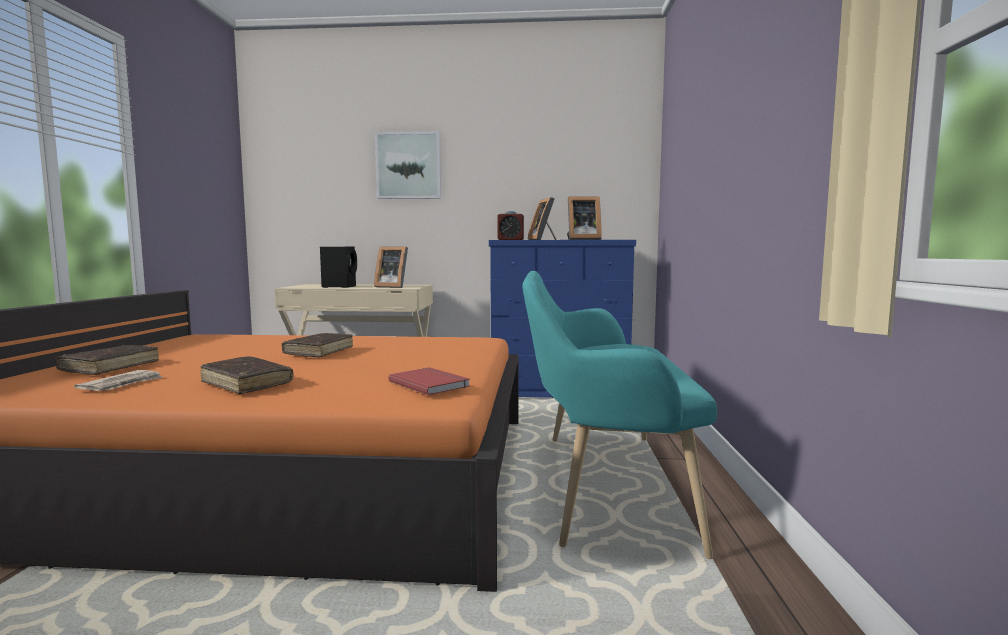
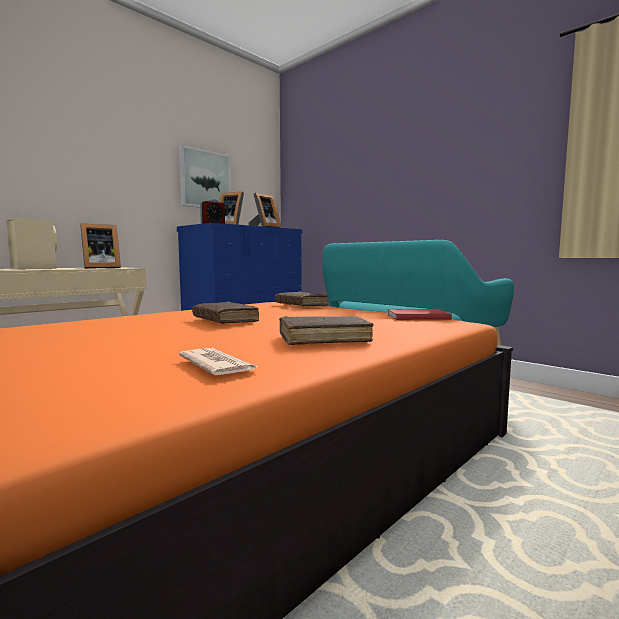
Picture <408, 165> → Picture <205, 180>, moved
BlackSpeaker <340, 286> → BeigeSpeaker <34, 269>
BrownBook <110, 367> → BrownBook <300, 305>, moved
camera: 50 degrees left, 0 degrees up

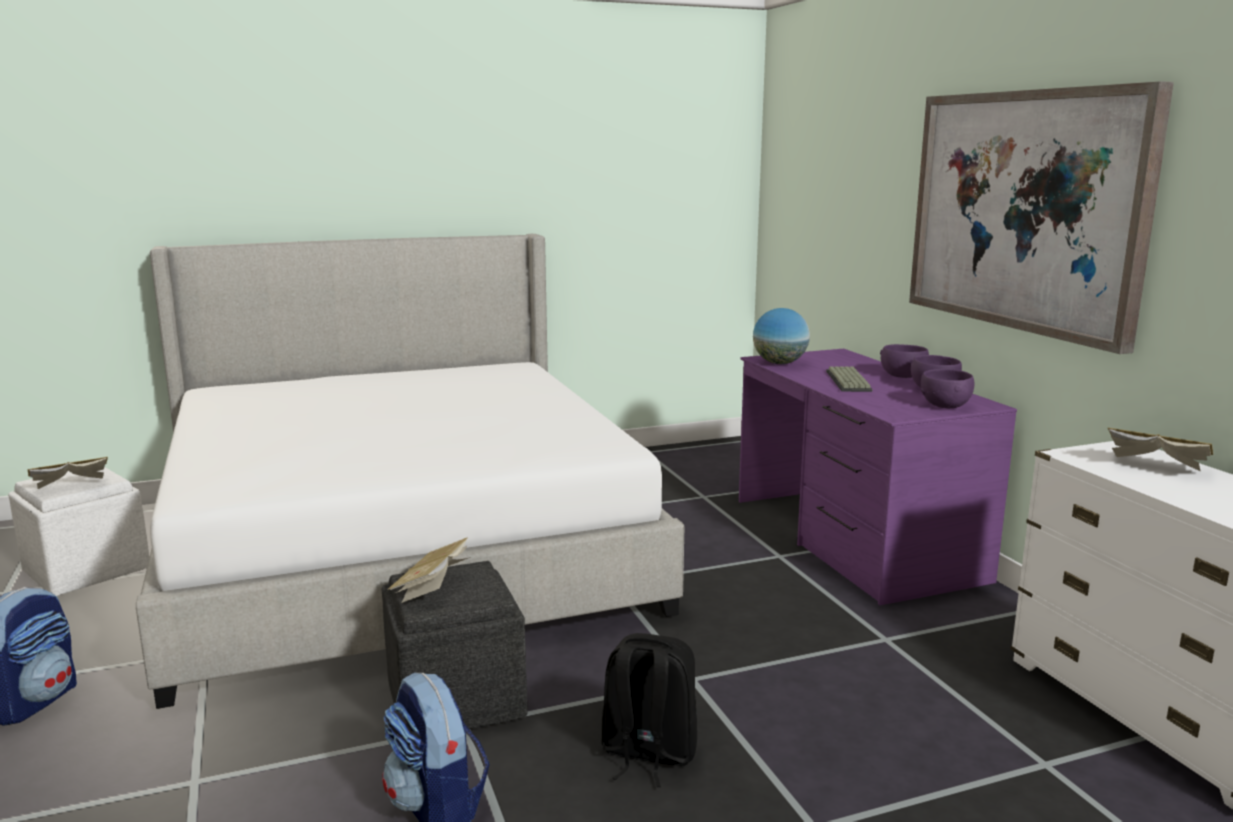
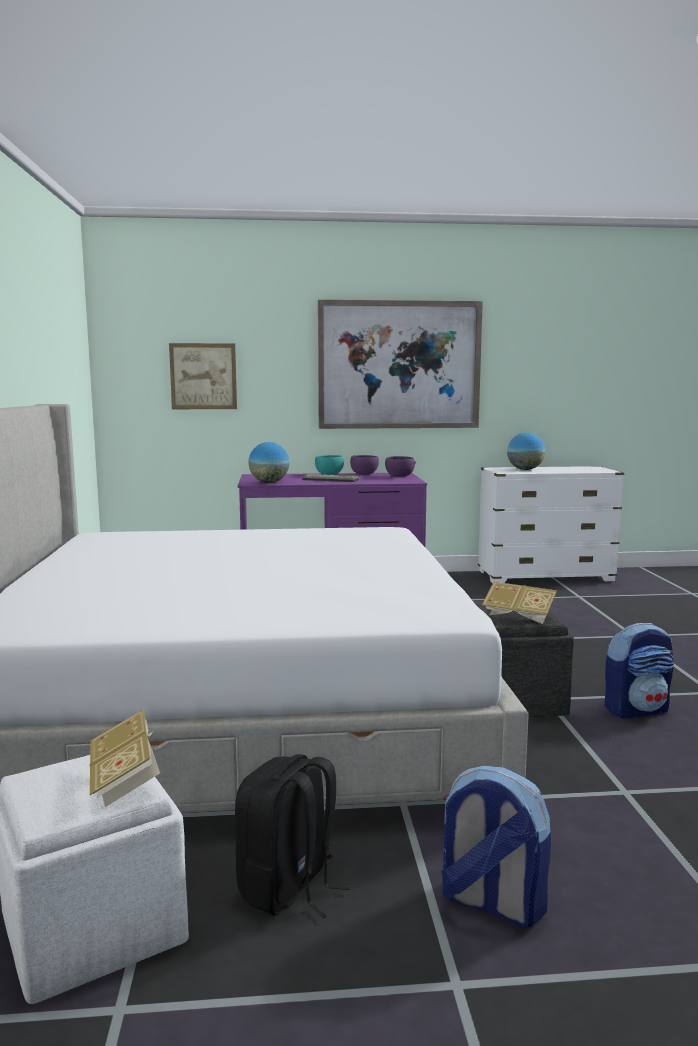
PurpleBowl <903, 376> → TurquoiseBowl <329, 474>
Book <1155, 468> → Globe <525, 469>
BlackBackpack <647, 754> → BlackBackpack <289, 889>, moved
- → Picture <203, 376>
camera: 75 degrees left, 5 degrees down

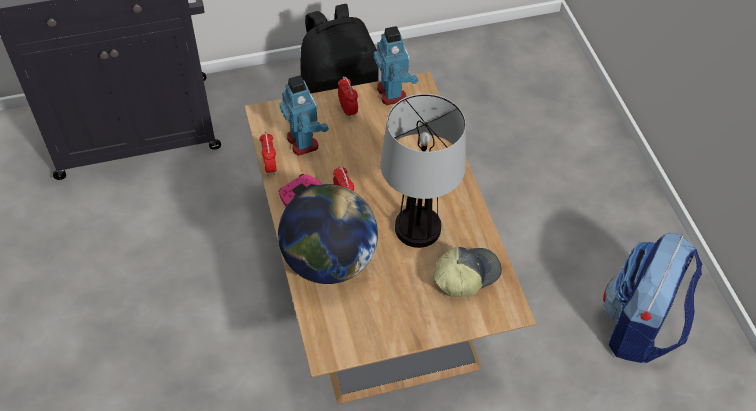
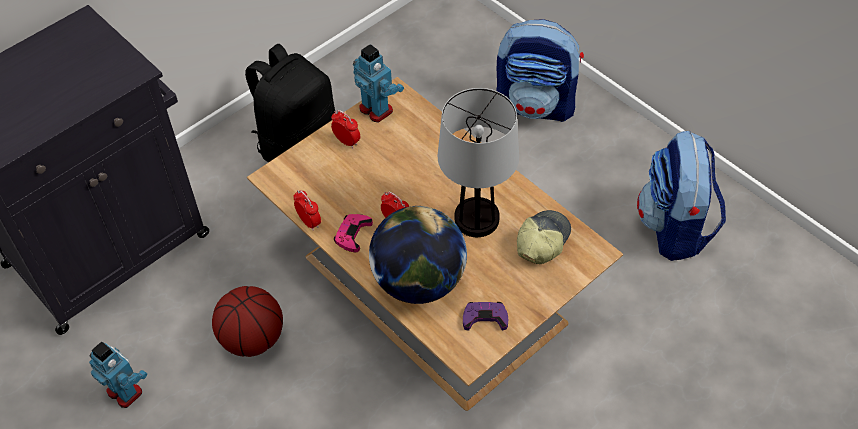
ToyRobot <303, 142> → ToyRobot <125, 391>, moved
- → Backpack <536, 105>
- → Basketball <252, 339>
- → PurpleGameController <485, 318>
camera: 25 degrees left, 0 degrees up

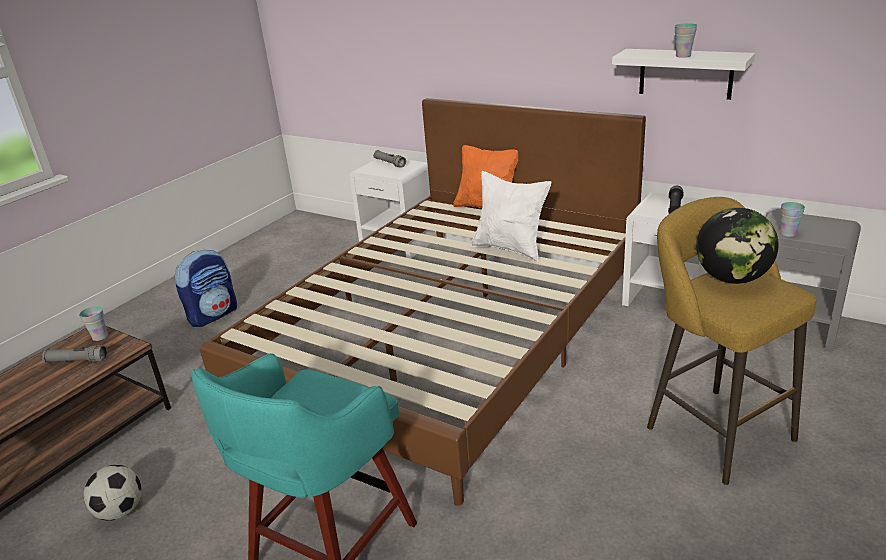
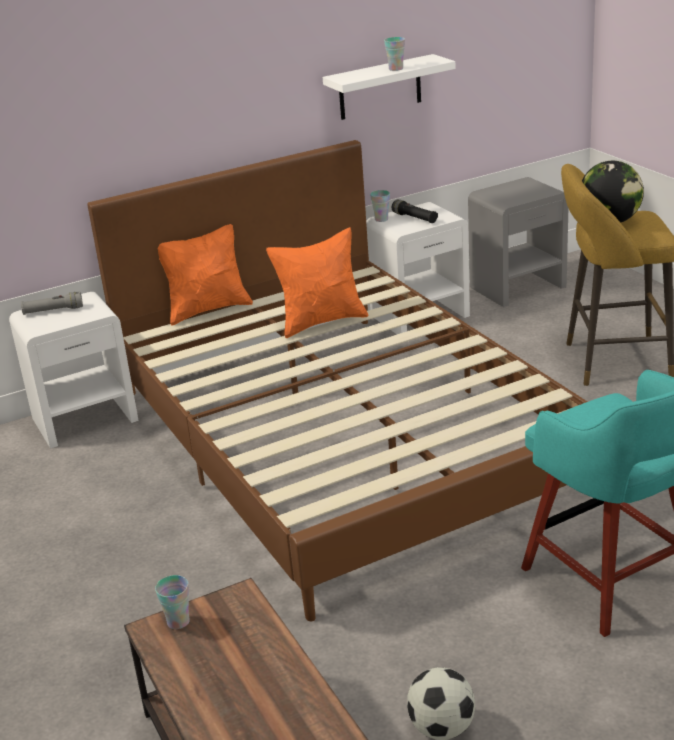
WhitePillow <510, 248> → OrangePillow <321, 321>
Cup <788, 234> → Cup <381, 219>, moved
Backpack <213, 315> → -
GreyFlashlight <77, 361> → -
camera: 60 degrees left, 0 degrees up

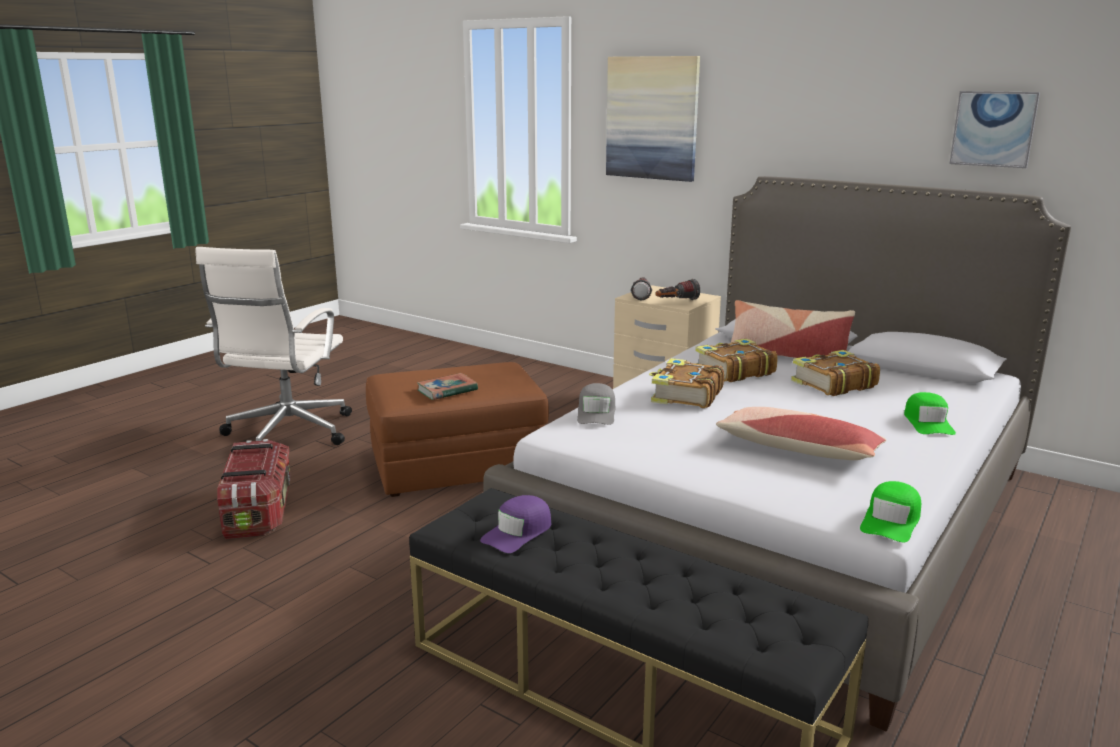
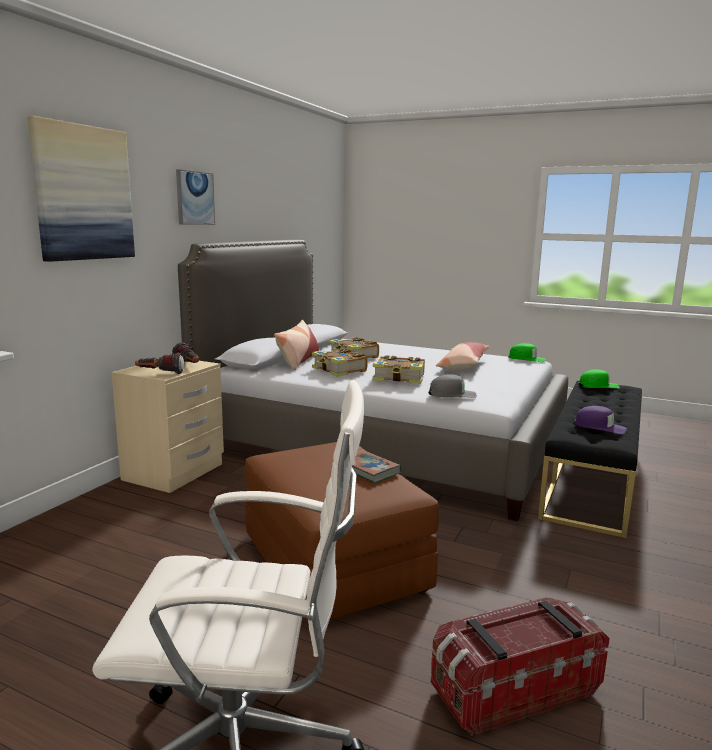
Picture <993, 129> → Picture <195, 198>, moved
GreenCap <928, 422> → GreenCap <598, 386>, moved
camera: 100 degrees left, 5 degrees down

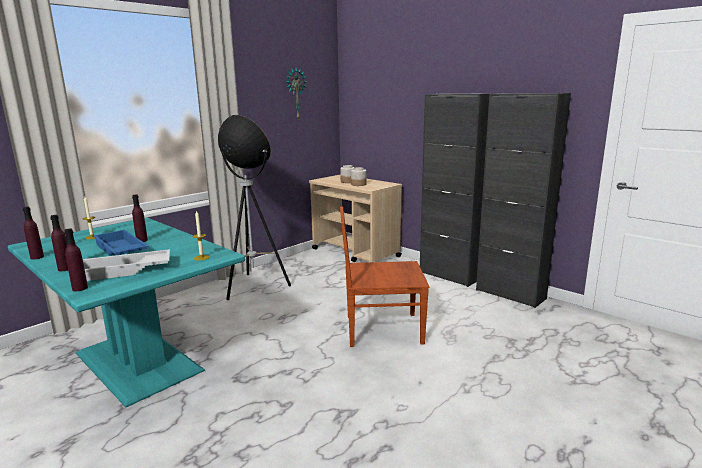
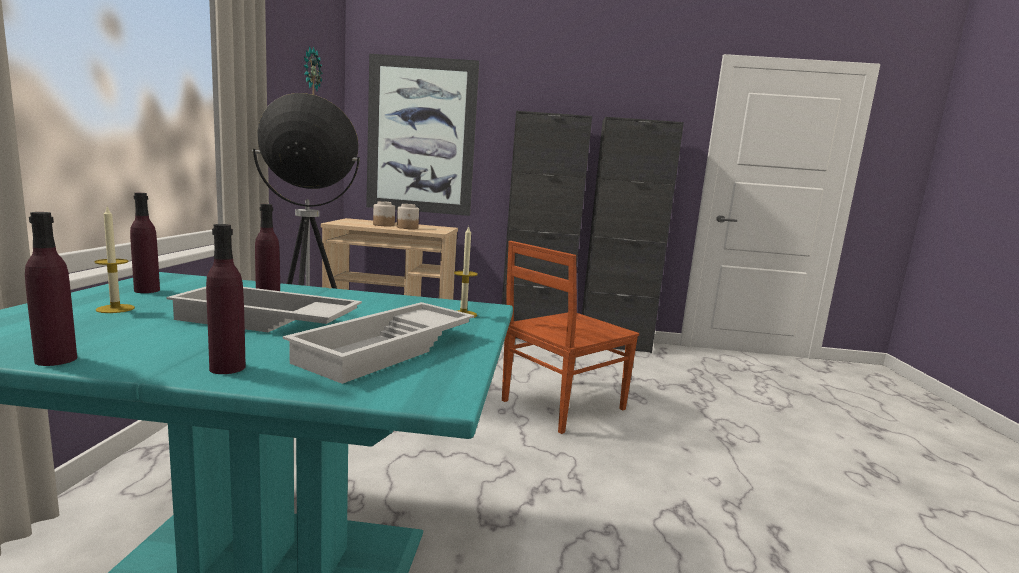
PurpleBottle <80, 288> → PurpleBottle <147, 290>, moved
BlueTray <119, 250> → WhiteTray <264, 321>
- → Picture <421, 136>
camera: 40 degrees left, 5 degrees down

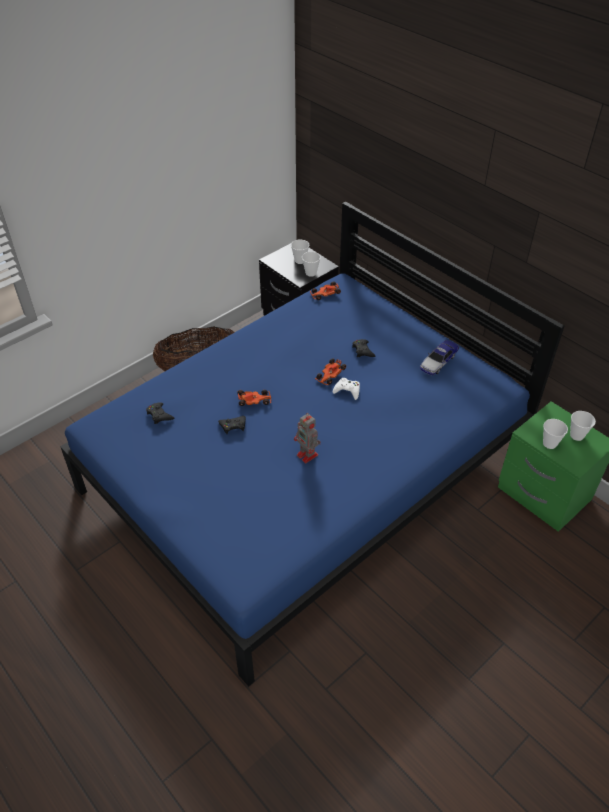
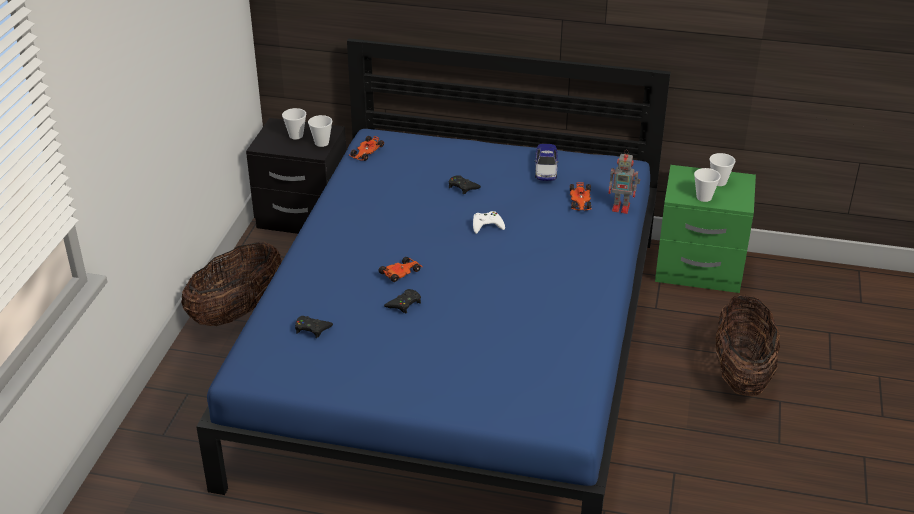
ToyCar <330, 375> → ToyCar <580, 201>, moved
ToyRobot <308, 455> → ToyRobot <622, 207>, moved
- → Basket <741, 374>
camera: 35 degrees left, 10 degrees down

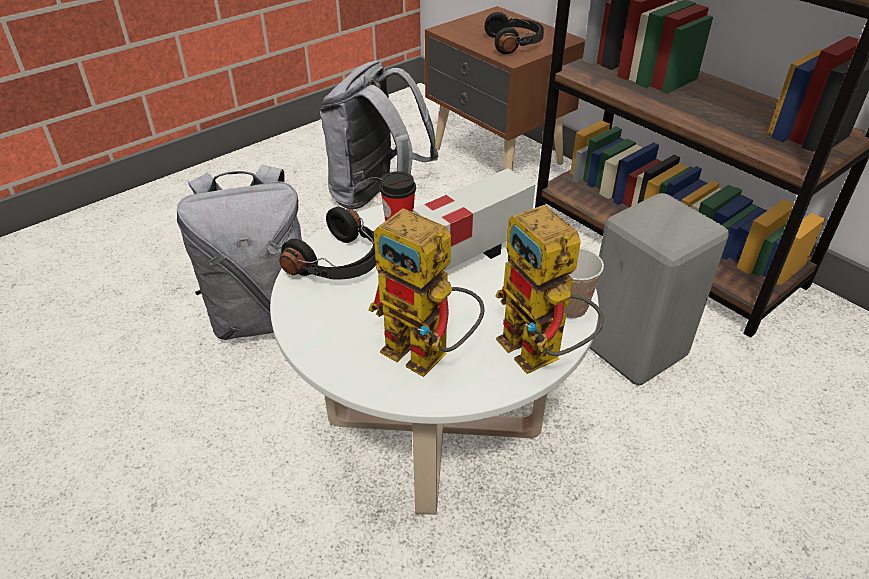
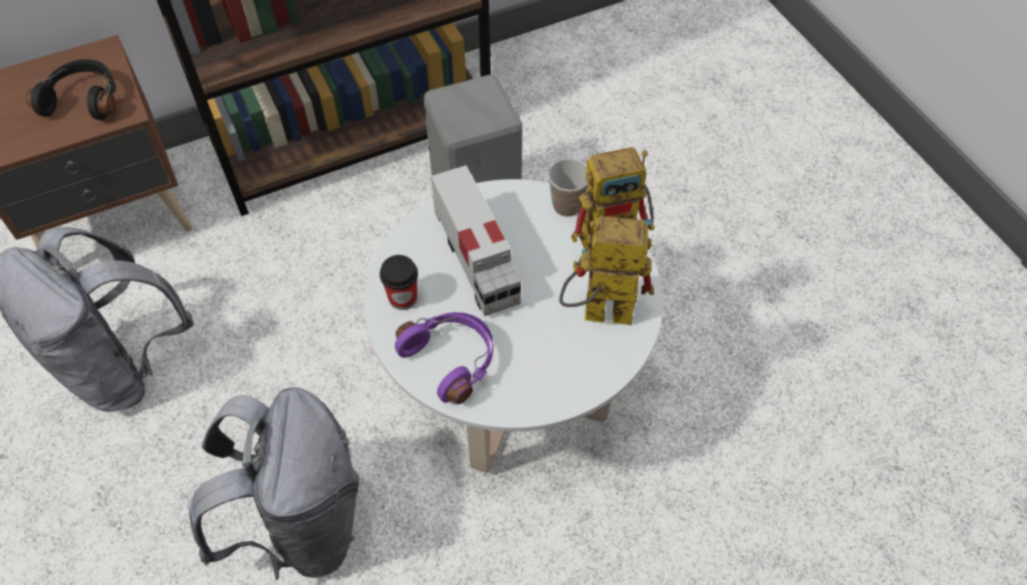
BlackHeadphones <339, 263> → PurpleHeadphones <452, 359>
ToyRobot <429, 355> → ToyRobot <596, 313>, 135 degrees counterclockwise
camera: 75 degrees left, 15 degrees up

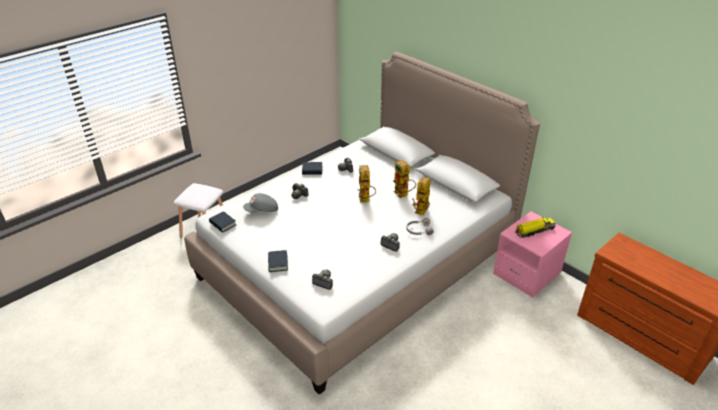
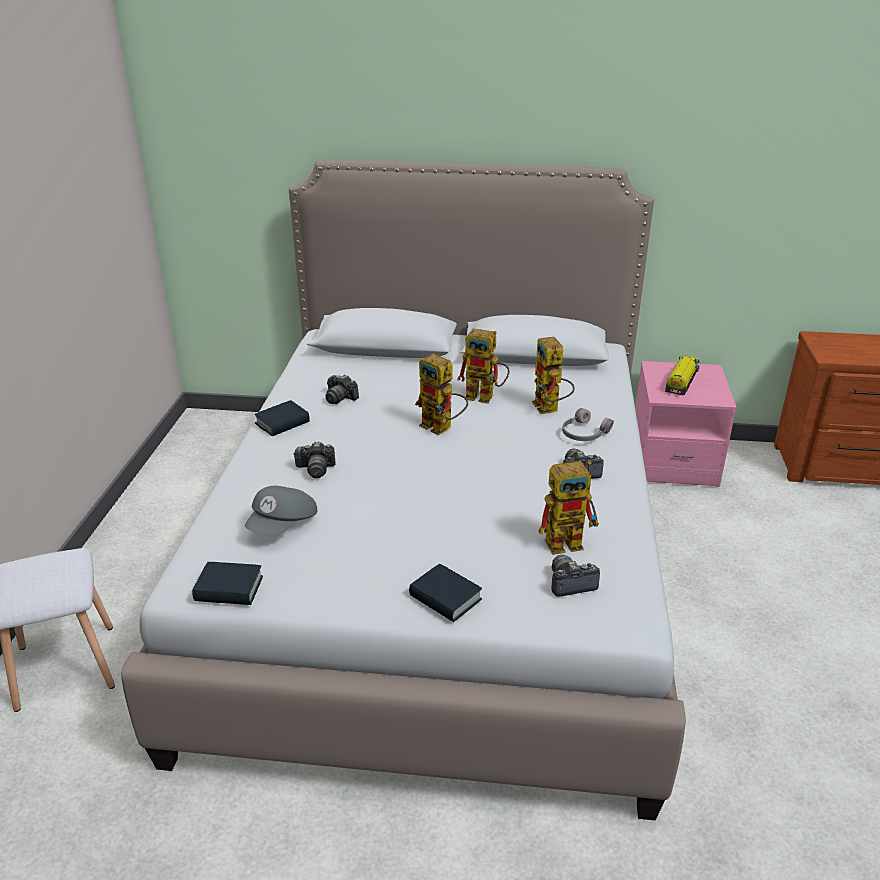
- → ToyRobot <570, 541>
camera: 40 degrees left, 5 degrees down

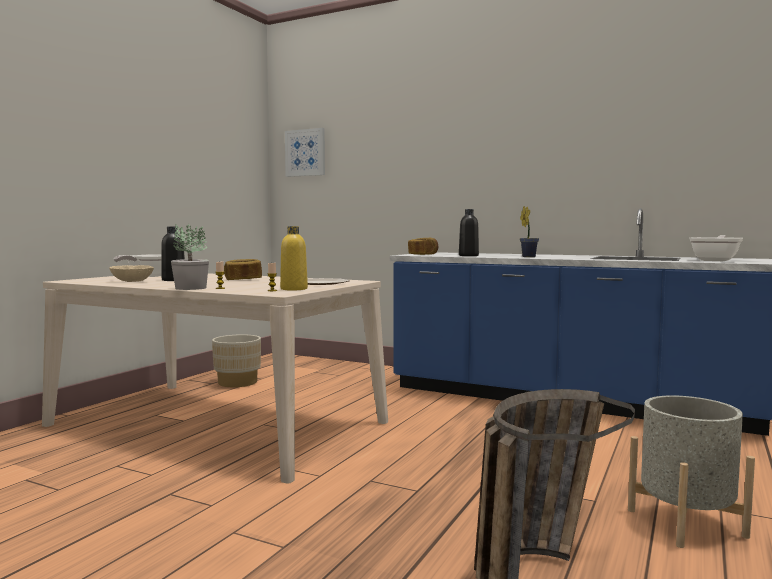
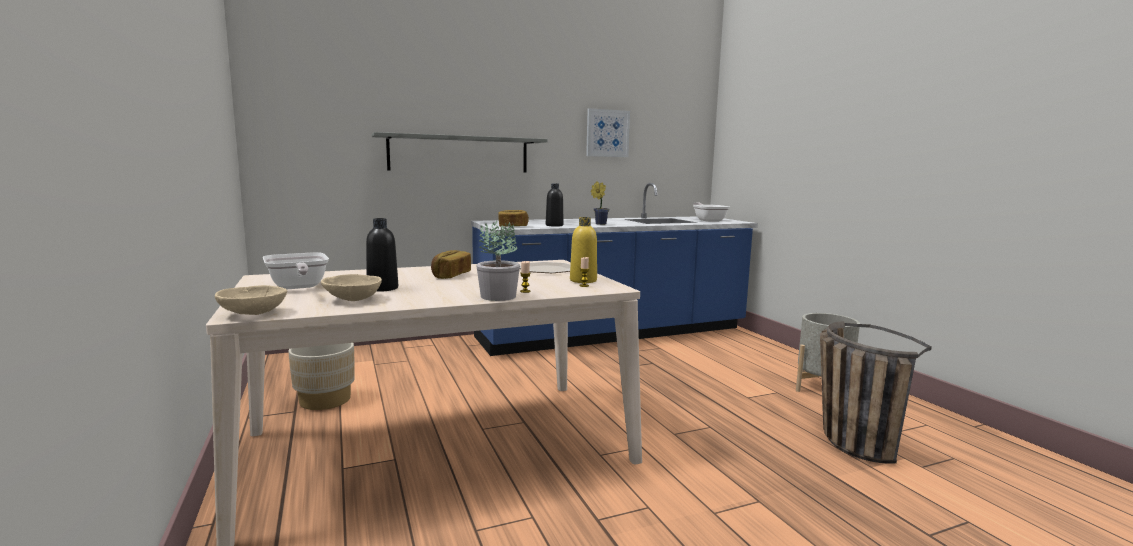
Picture <305, 152> → Picture <607, 133>, moved
- → GreyShelf <459, 154>
- → BeigeBowl <252, 314>
camera: 50 degrees left, 5 degrees up

